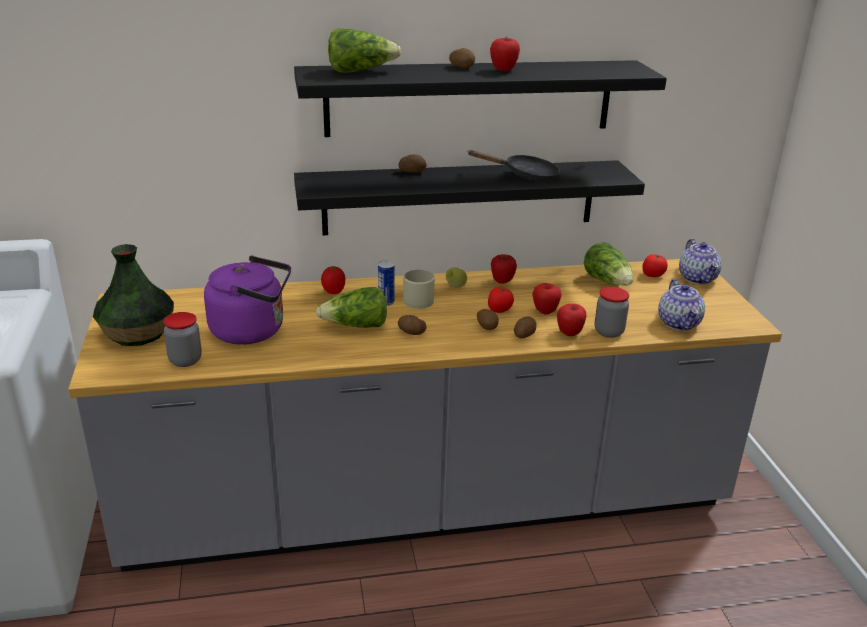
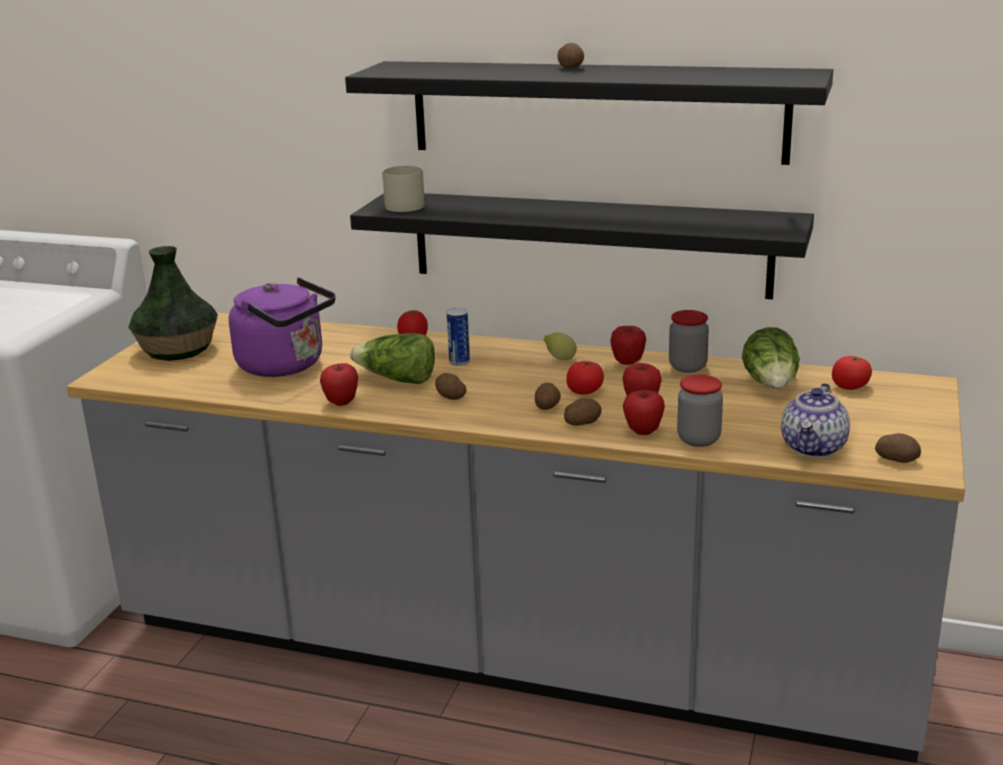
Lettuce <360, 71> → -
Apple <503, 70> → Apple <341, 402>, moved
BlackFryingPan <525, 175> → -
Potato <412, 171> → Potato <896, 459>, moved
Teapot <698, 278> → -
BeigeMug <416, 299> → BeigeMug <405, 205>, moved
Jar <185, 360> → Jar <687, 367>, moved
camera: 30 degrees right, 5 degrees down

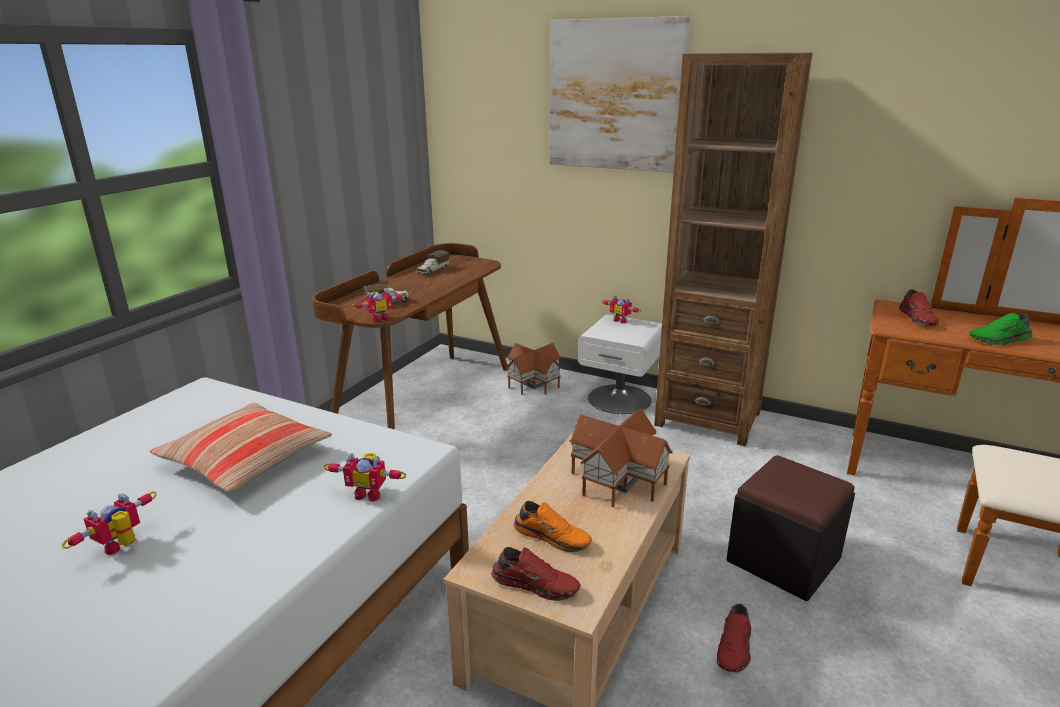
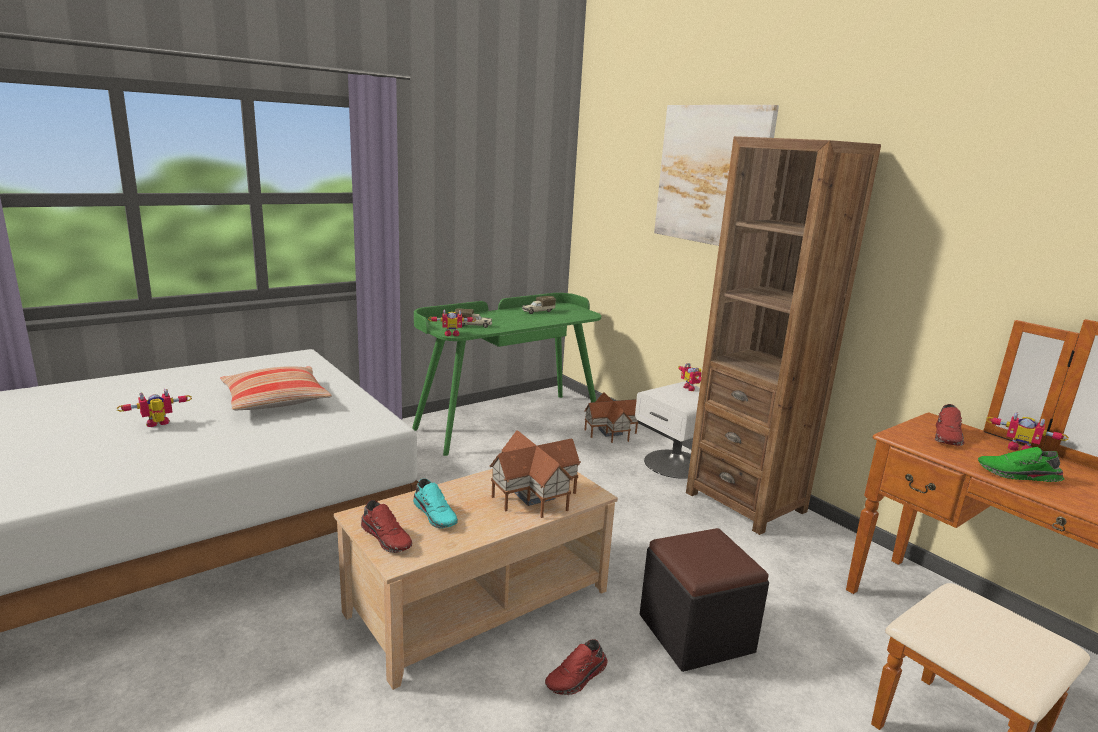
BrownDesk <424, 400> → GreenDesk <508, 421>
ToyRobot <369, 493> → ToyRobot <1019, 449>, moved
OrangeShoe <553, 537> → TurquoiseShoe <436, 514>
camera: 25 degrees right, 5 degrees down

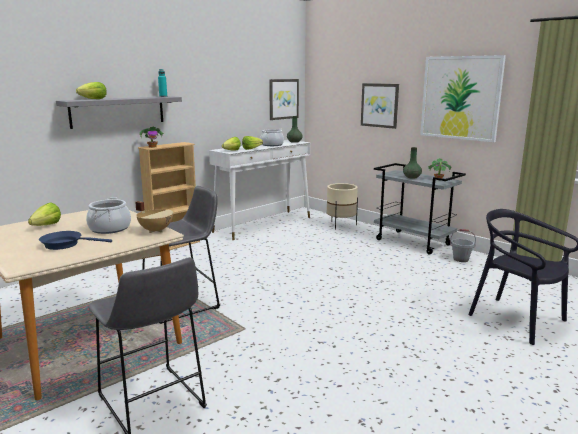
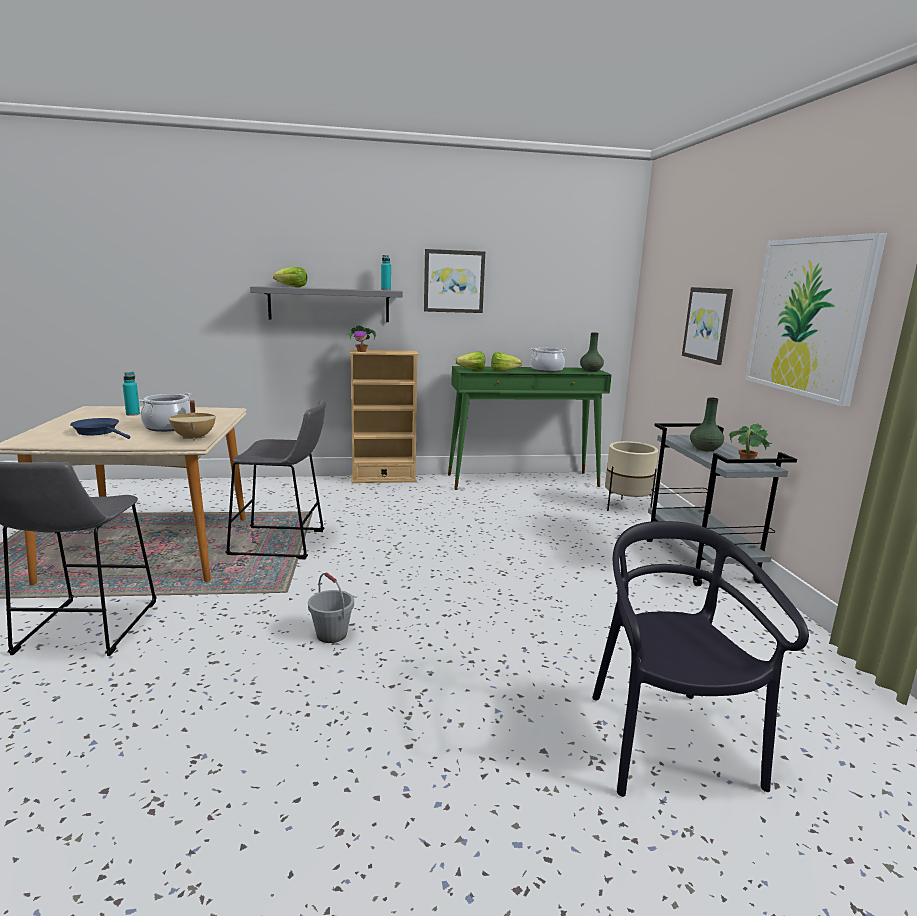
Picture <283, 99> → Picture <454, 281>, moved
WhiteConsoleTable <263, 224> → GreenConsoleTable <523, 480>
Lettuce <43, 227> → TurquoiseBottle <133, 414>
GreyBucket <460, 259> → GreyBucket <331, 634>, moved
camera: 35 degrees right, 0 degrees up

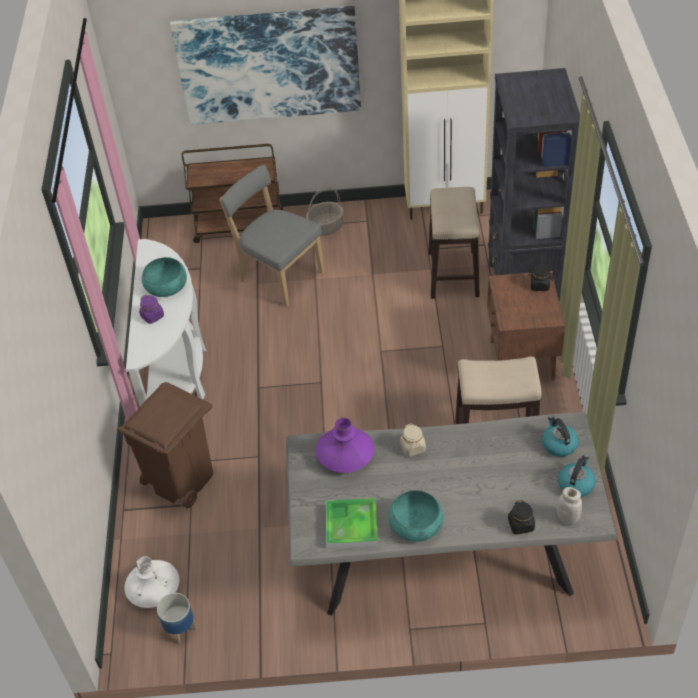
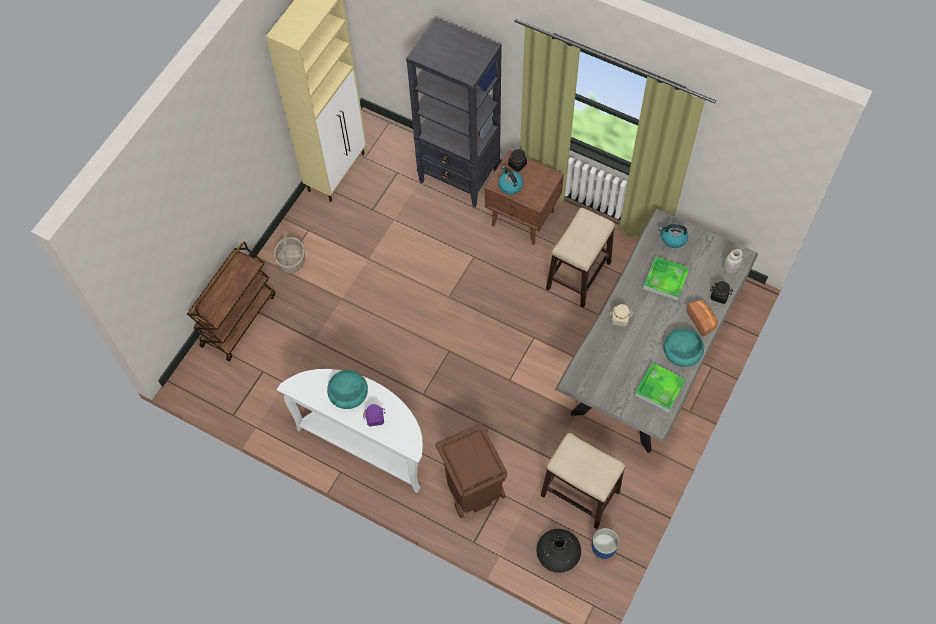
Picture <269, 65> → -
GreyChair <279, 275> → -
Stool <453, 273> → Stool <579, 493>, moved
PurpleVase <345, 456> → -
Kettle <576, 484> → Kettle <510, 185>, moved
WhiteVase <153, 589> → BlackVase <558, 552>
- → Tray <665, 280>
- → Bread <702, 320>
camera: 60 degrees left, 15 degrees up

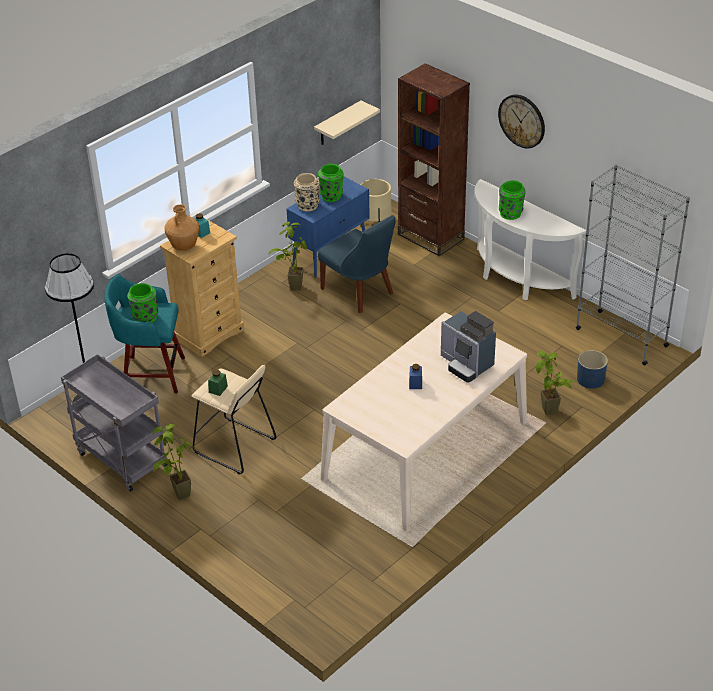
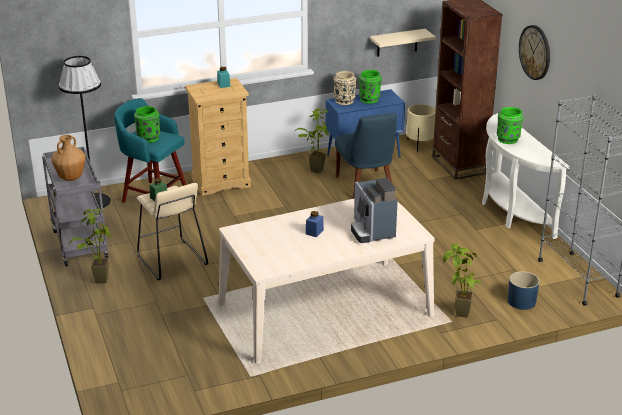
BrownVase <184, 246> → BrownVase <71, 177>, moved
camera: 25 degrees right, 10 degrees down

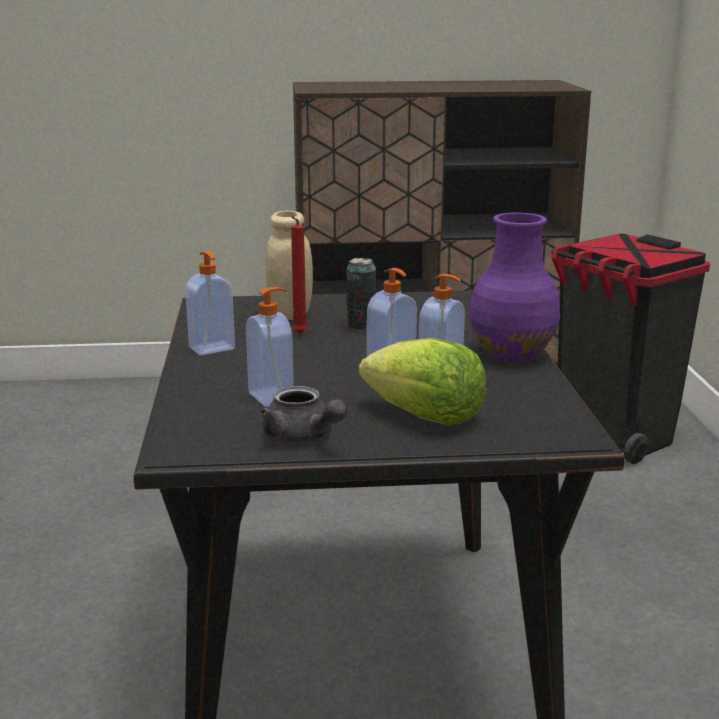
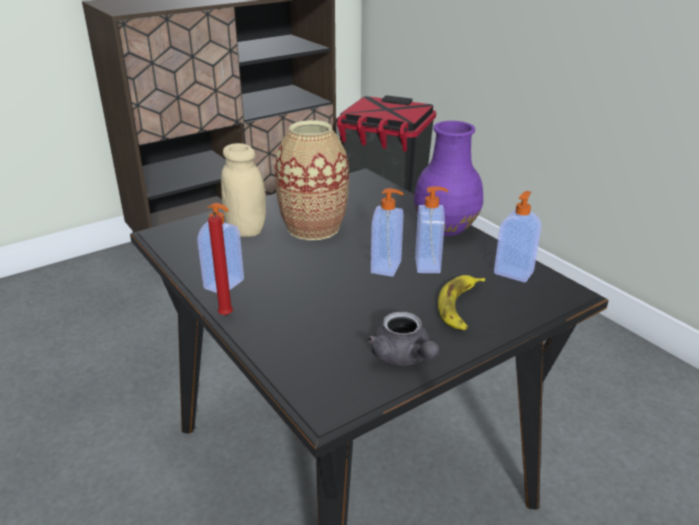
RedCandle <298, 334> → RedCandle <225, 317>, moved
Can <361, 325> → Vase <313, 227>
SoapDispenser <272, 397> → SoapDispenser <514, 272>, moved
Lettuce <424, 417> → Banana <460, 307>
GreyTeapot <303, 438> → GreyTeapot <404, 357>, 45 degrees clockwise
camera: 30 degrees left, 10 degrees up

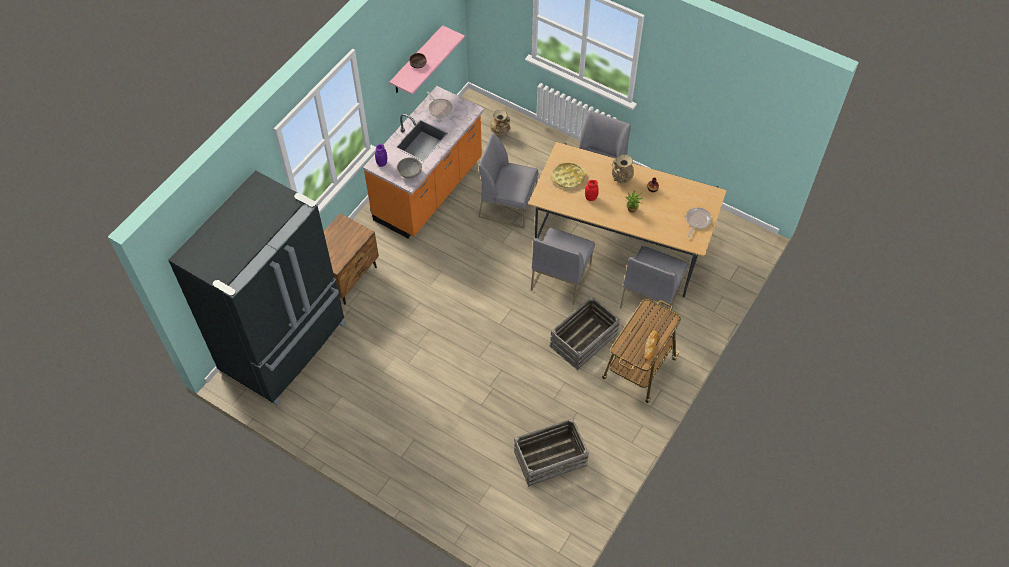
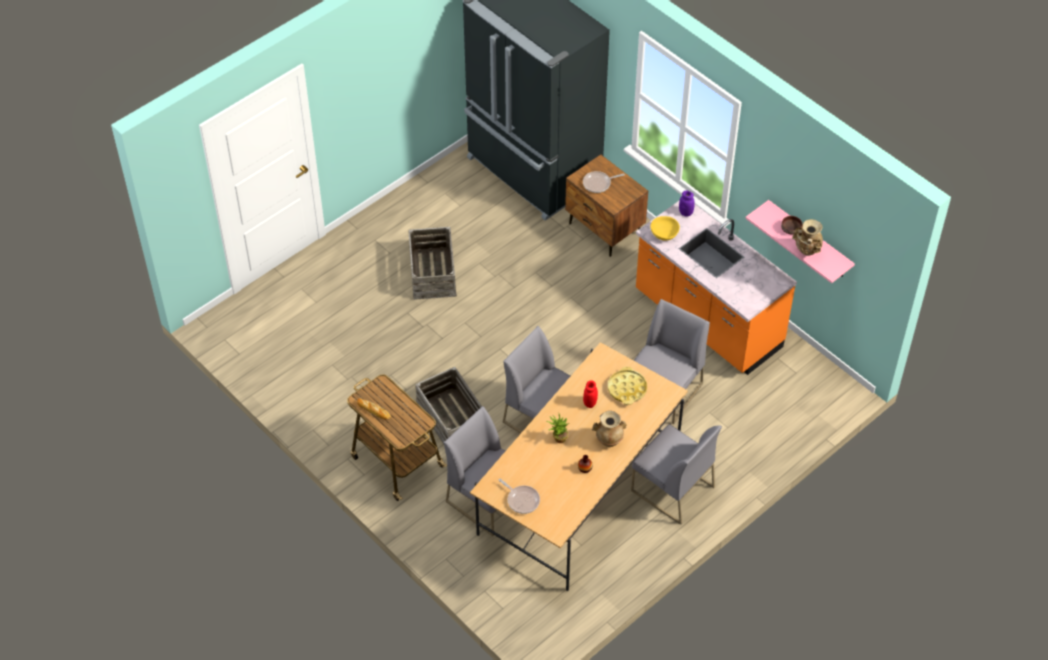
FryingPan <439, 108> → FryingPan <598, 183>, moved
BeigeVase <500, 133> → BeigeVase <806, 251>, moved
GreyBowl <410, 173> → YellowBowl <664, 234>
Crate <550, 459> → Crate <432, 273>, moved
camera: 105 degrees right, 5 degrees down

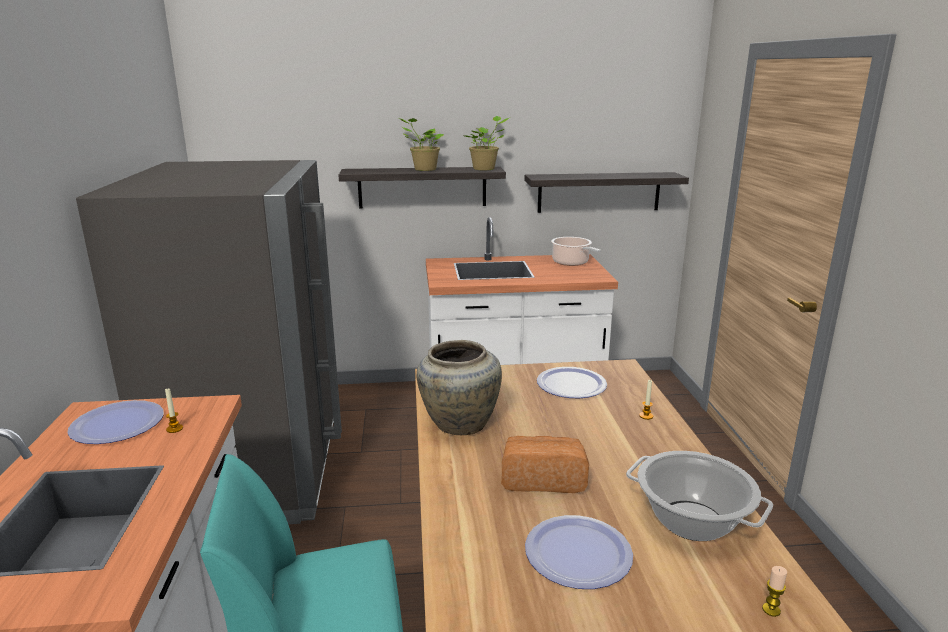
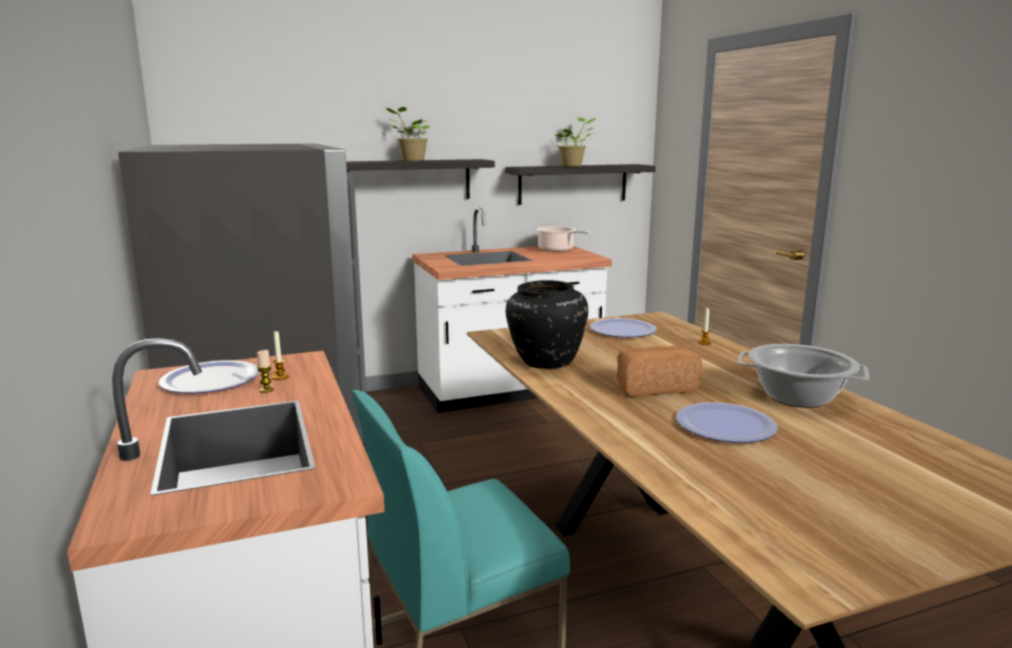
PottedPlant <485, 169> → PottedPlant <573, 166>, moved
BeigeVase <458, 423> → BlackVase <544, 361>
Candle <771, 610> → Candle <266, 390>, moved
camera: 15 degrees left, 5 degrees down

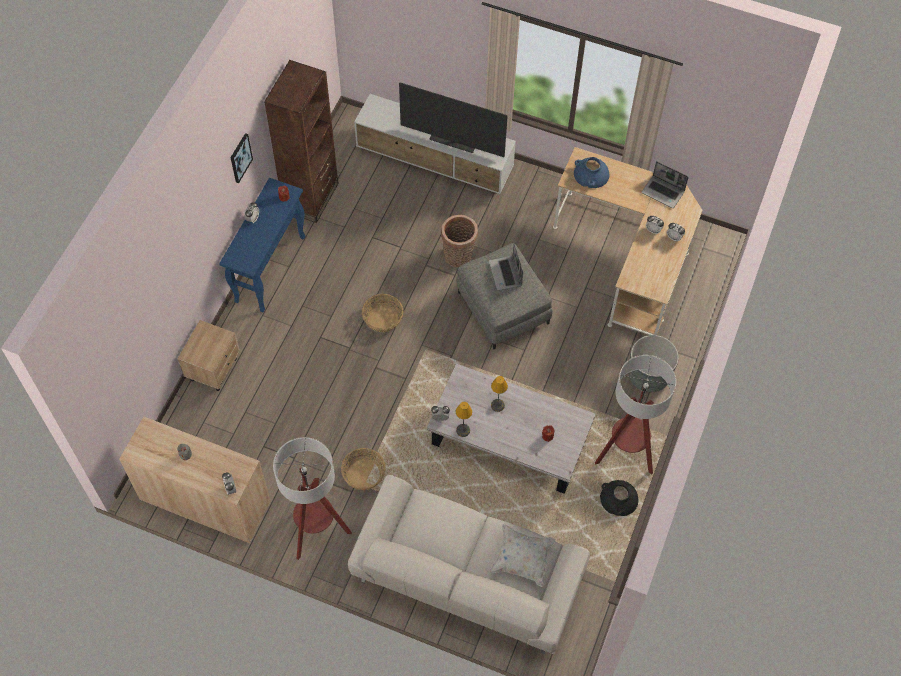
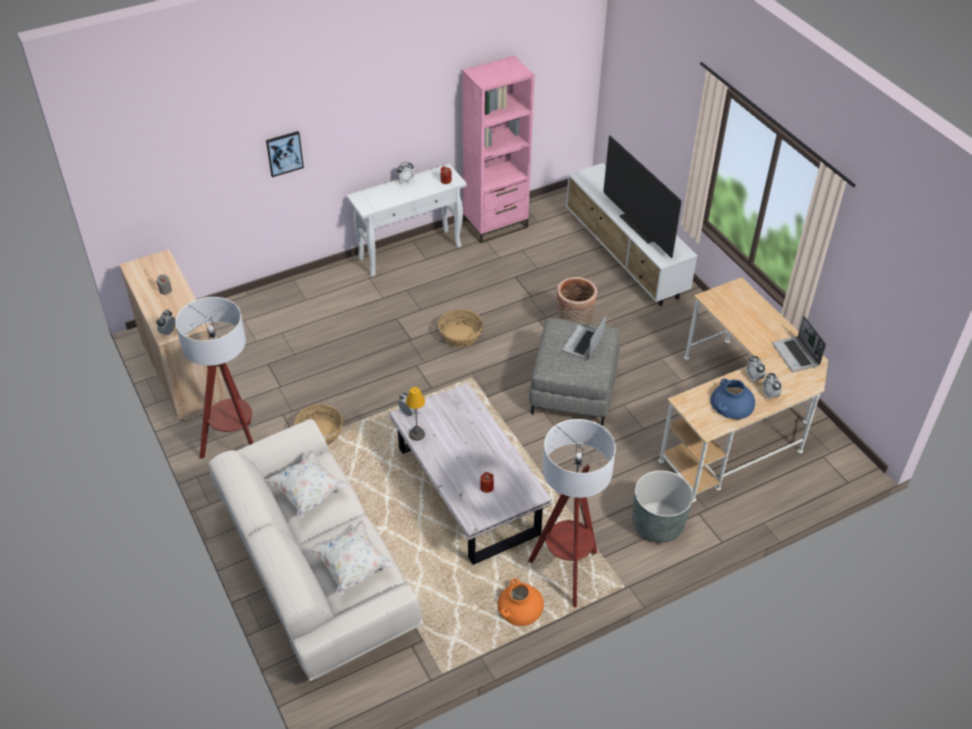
BrownBookcase <311, 197> → PinkBookcase <495, 225>
Picture <240, 157> → Picture <284, 153>, moved
BlueVase <591, 174> → BlueVase <732, 403>, moved
BlueConsoleTable <270, 268> → WhiteConsoleTable <410, 252>
BeigeNightstand <214, 368> → -
TableLamp <498, 405> → -
BlackVase <619, 499> → OrangeVase <520, 606>
- → WhitePillow <308, 492>
camera: 40 degrees right, 15 degrees down

